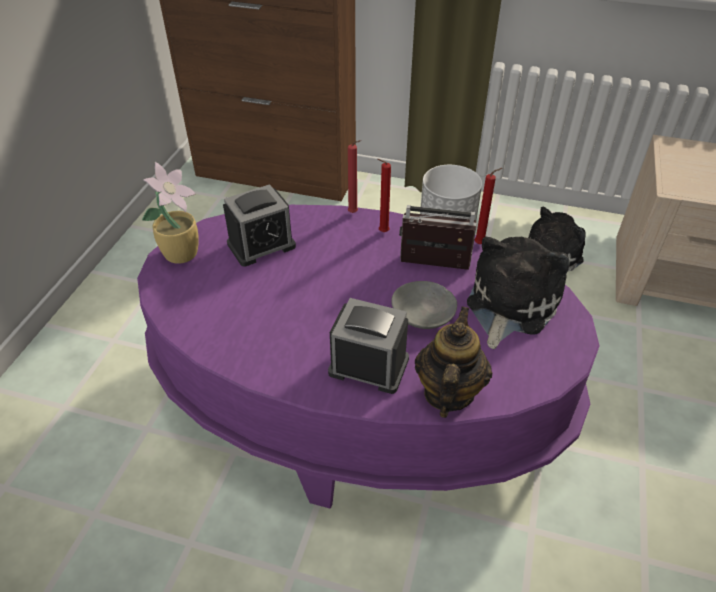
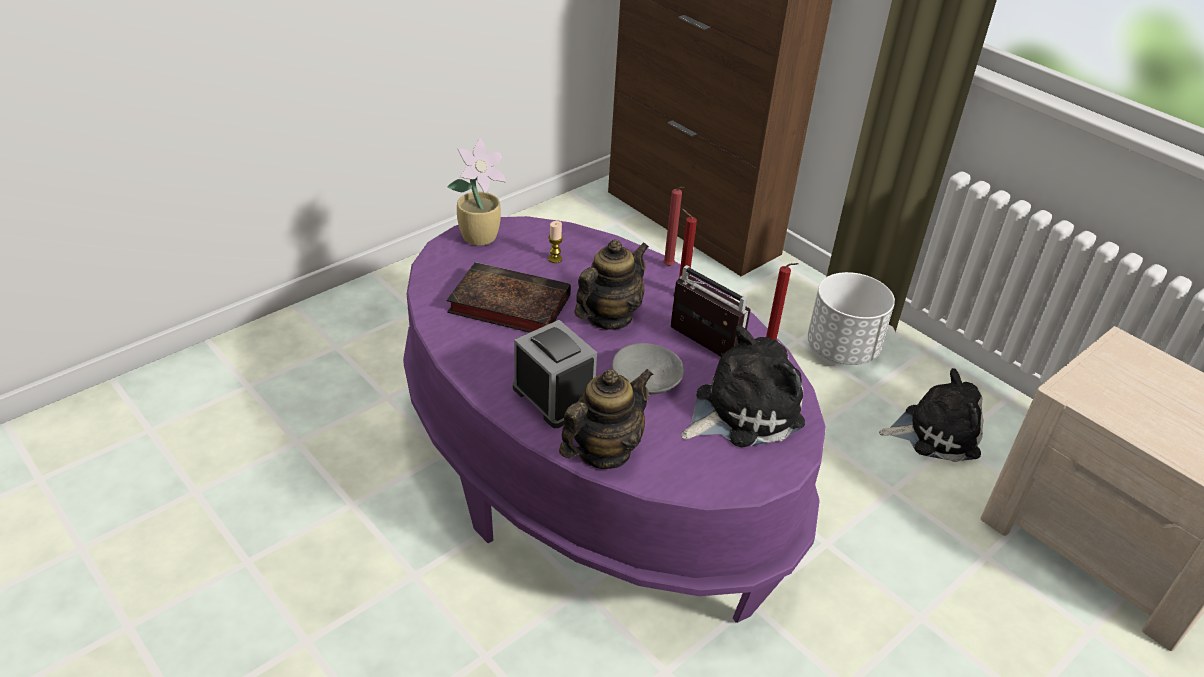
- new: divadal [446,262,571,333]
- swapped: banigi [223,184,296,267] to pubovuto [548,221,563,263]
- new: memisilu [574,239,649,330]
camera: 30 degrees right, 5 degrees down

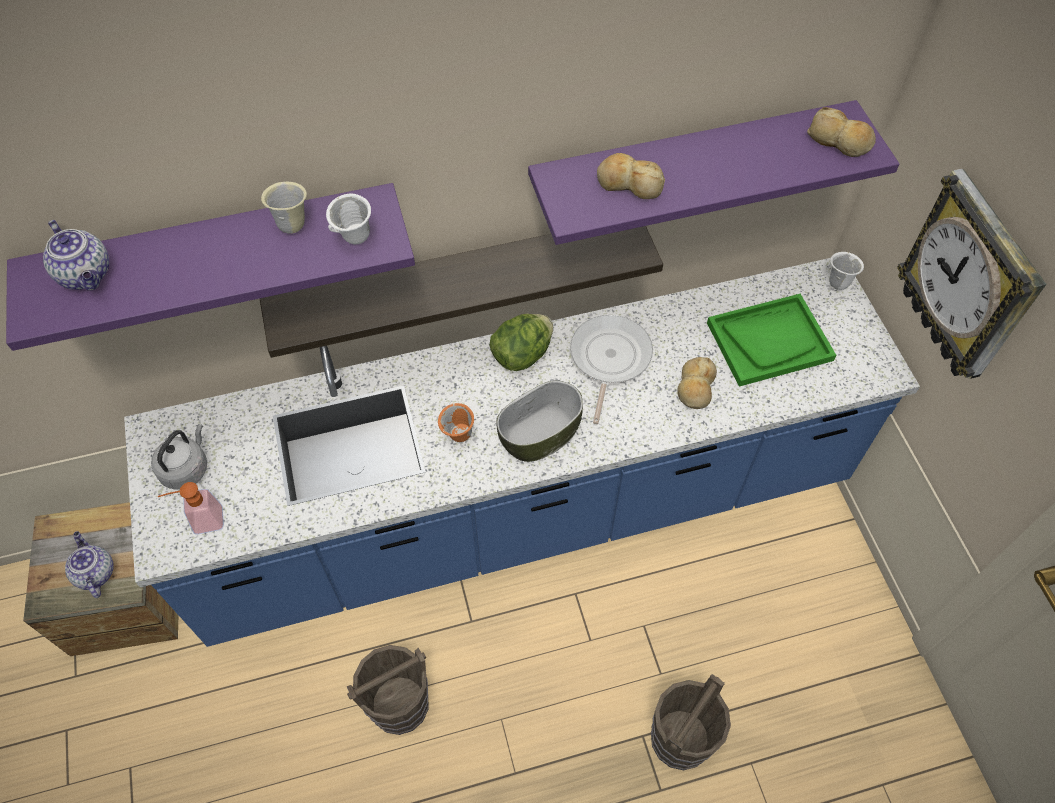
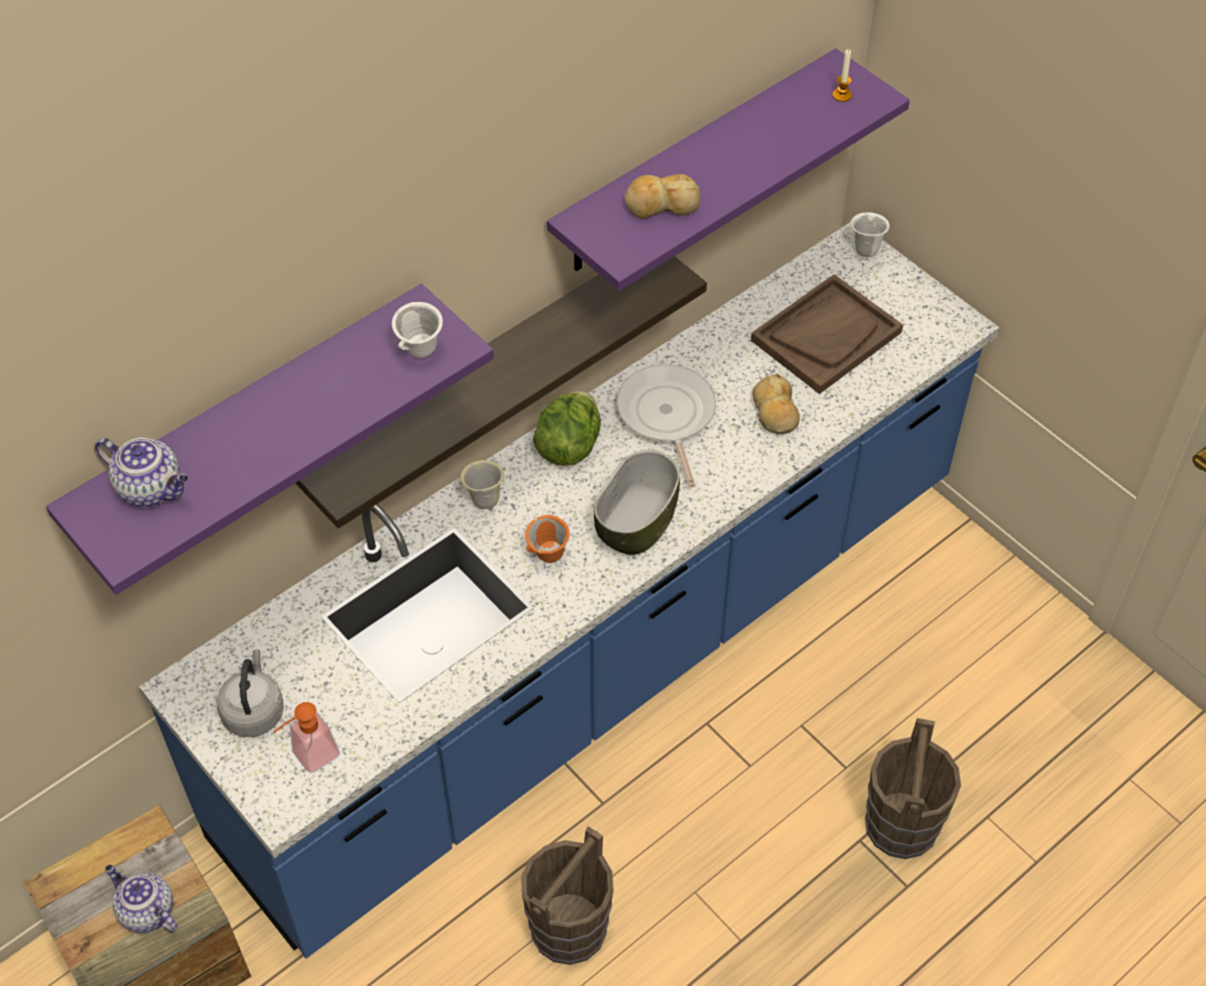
- shifted: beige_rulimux [261,182,307,233] to [461,460,504,509]
- repainted: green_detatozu [707,294,836,387] to brown_detatozu [751,274,903,394]
- swapped: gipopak [807,107,876,157] to pubovuto [833,49,852,102]
- gone: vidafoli [897,169,1047,379]
camera: 25 degrees left, 5 degrees down

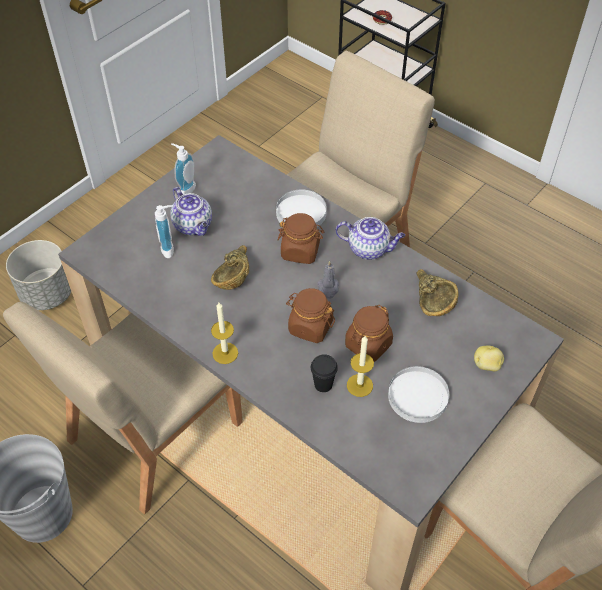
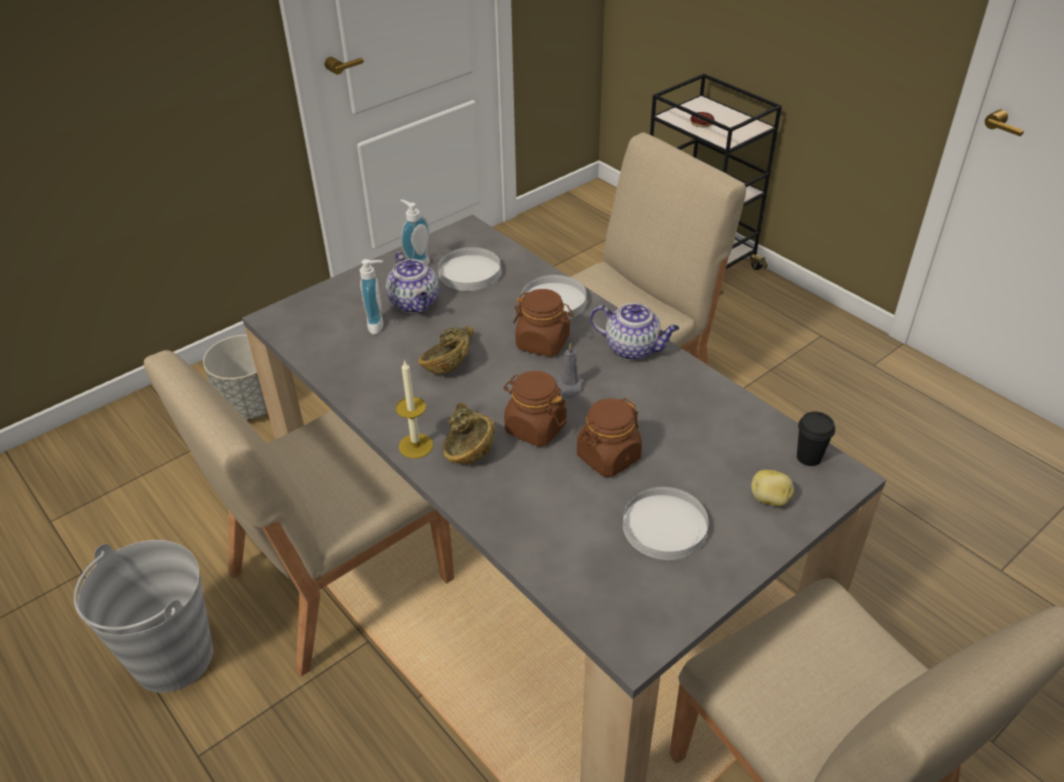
- new: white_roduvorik [438,247,501,291]
- shifted: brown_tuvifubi [416,269,459,316] to [443,403,495,464]
- shifted: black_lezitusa [311,354,338,392] to [797,411,835,466]
- gone: pubovuto [347,336,374,397]
camera: 10 degrees right, 10 degrees down

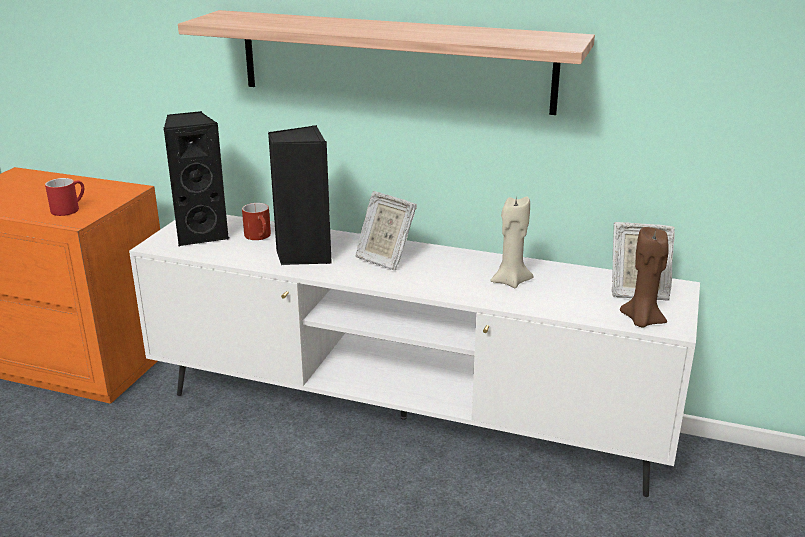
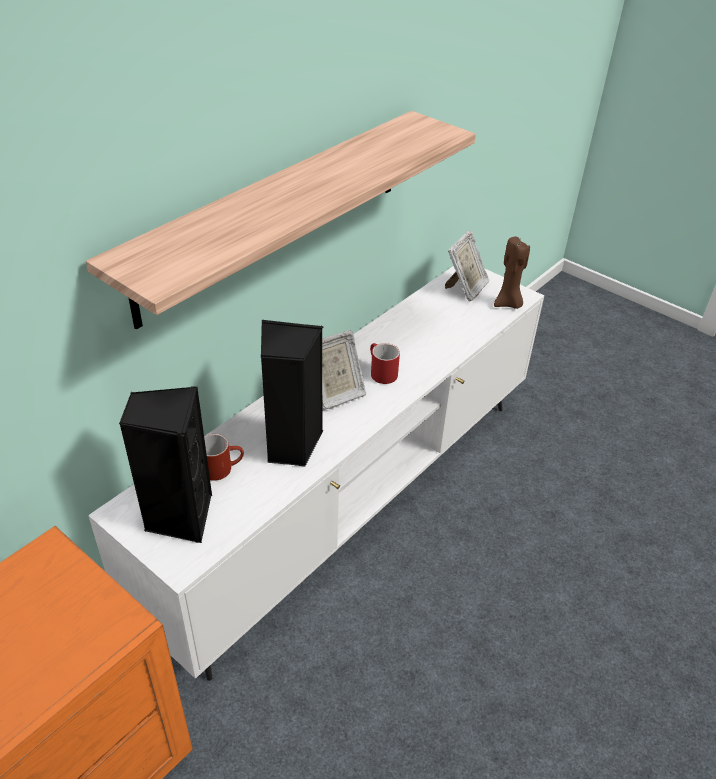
- shifted: red_rulimux [45,178,84,216] to [370,343,400,384]
- gone: beige_pubovuto [490,197,534,288]
camera: 70 degrees left, 15 degrees up

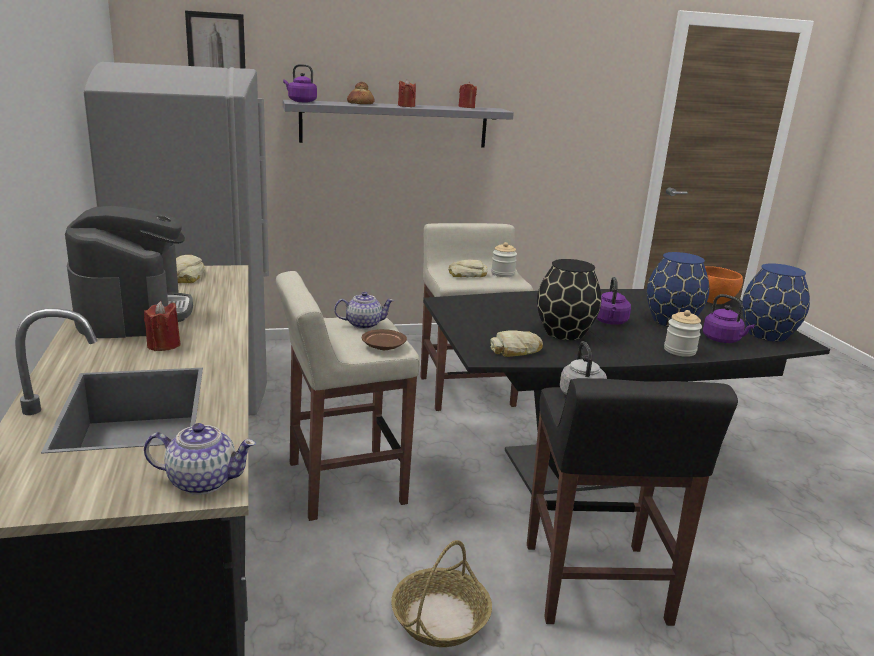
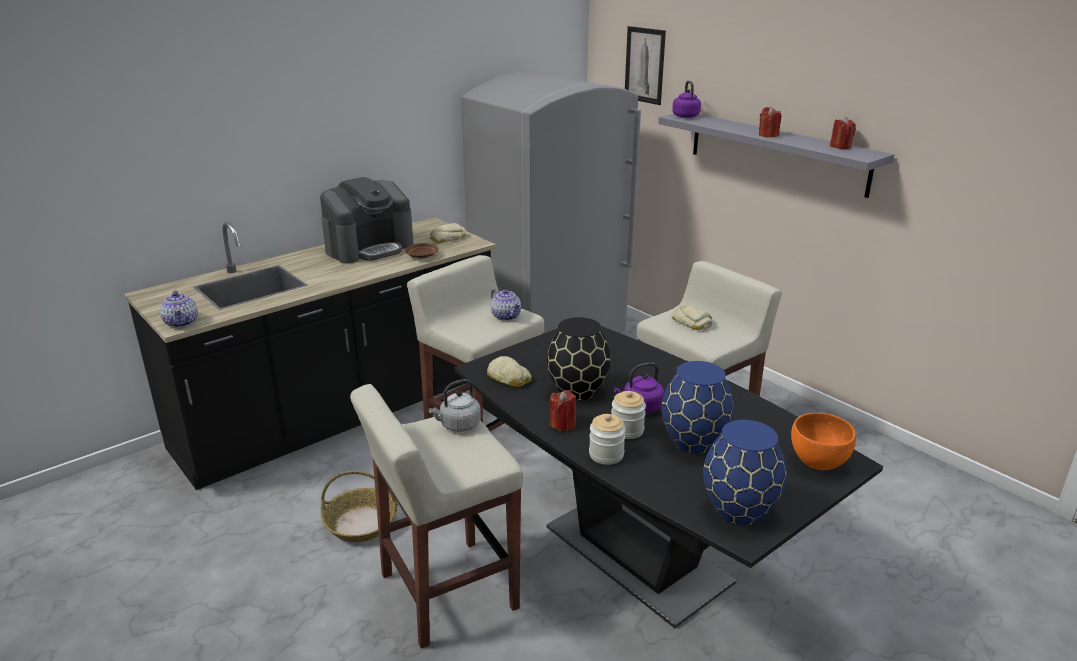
- repainted: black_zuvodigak [527,378,738,626] to beige_zuvodigak [350,384,523,649]
- shifted: brown_roduvorik [362,329,407,350] to [405,243,438,258]
- shifted: red_pubovuto [144,301,180,351] to [549,390,576,431]
- shifted: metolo [491,242,517,277] to [611,391,646,439]
- gone: gipopak [347,82,375,104]
- gone: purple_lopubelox [703,294,755,343]
camera: 65 degrees right, 5 degrees up

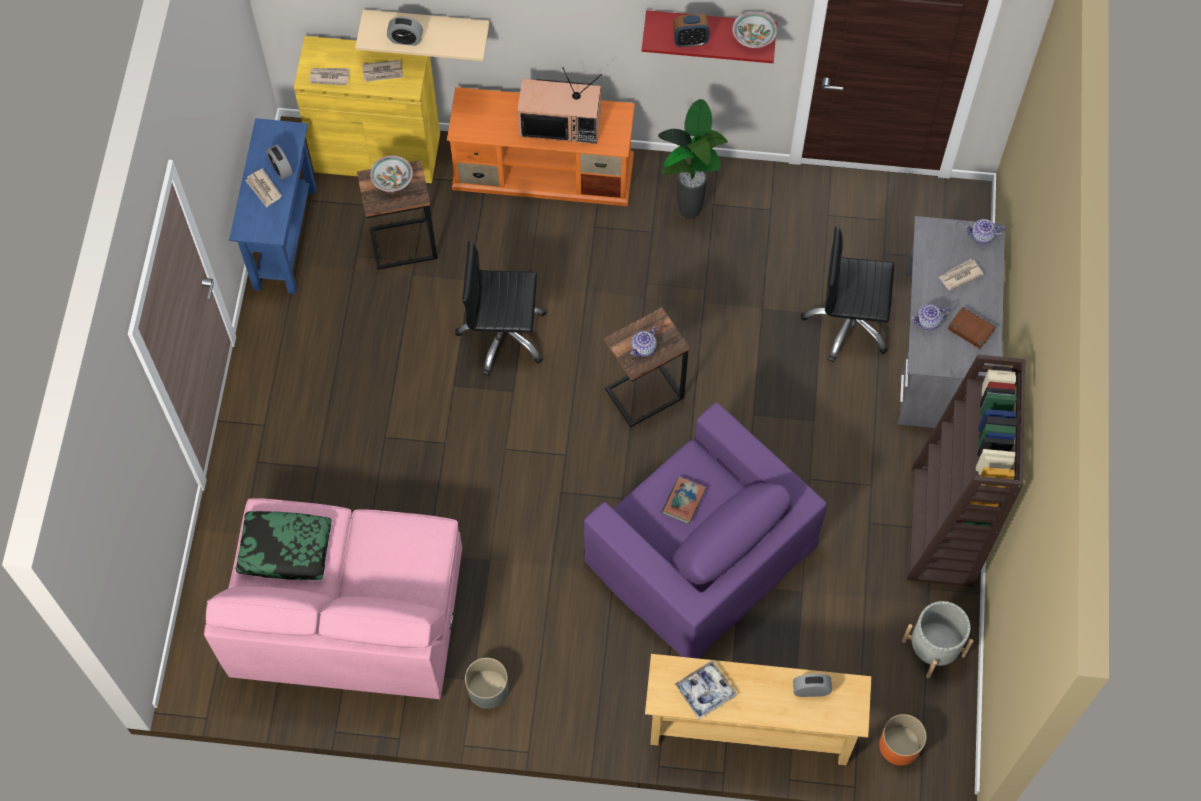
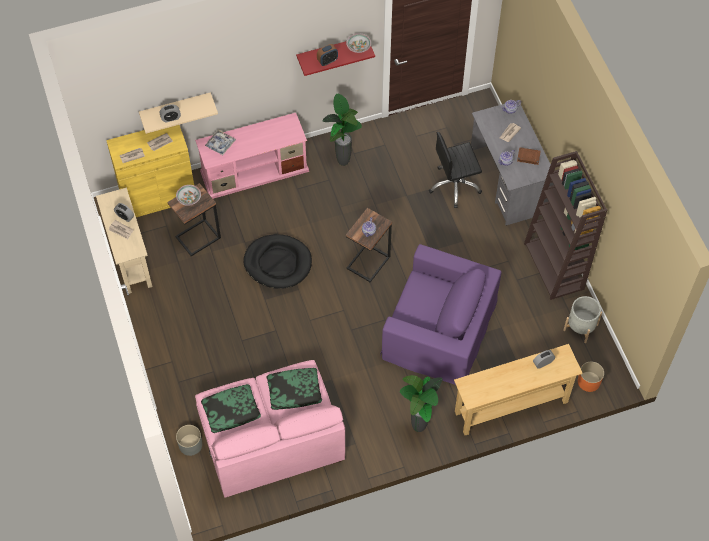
- repainted: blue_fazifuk [229,118,317,294] to beige_fazifuk [96,187,152,294]
- shifted: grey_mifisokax [465,658,508,709] to [176,425,202,456]
- repainted: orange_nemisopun [447,87,635,206] to pink_nemisopun [195,113,309,199]
- shifted: detatozu [675,660,737,720] to [205,130,236,155]
- swapped: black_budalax [455,241,546,376] to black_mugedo [243,234,312,289]
- new: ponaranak [267,368,322,410]
- new: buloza [400,375,443,432]
- gone: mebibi [517,67,602,144]
- gone: divadal [662,476,706,524]
camera: 25 degrees left, 5 degrees down

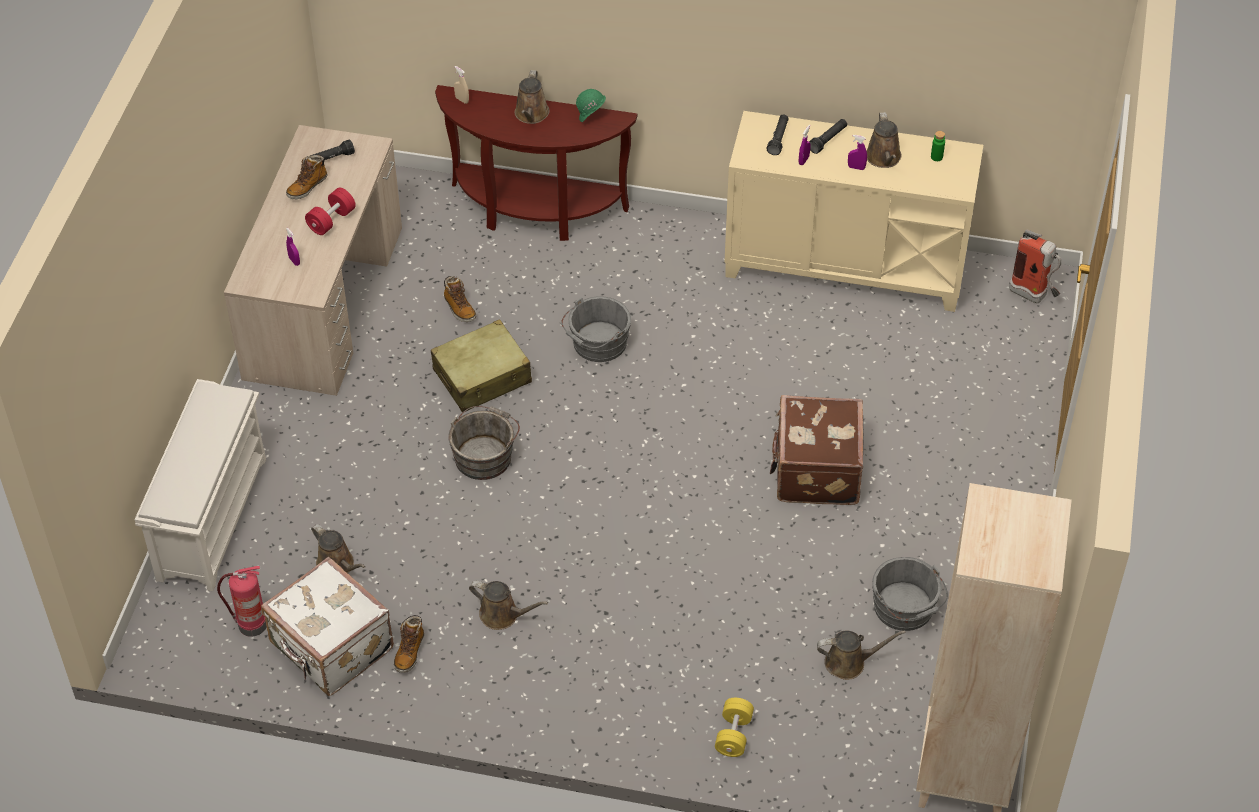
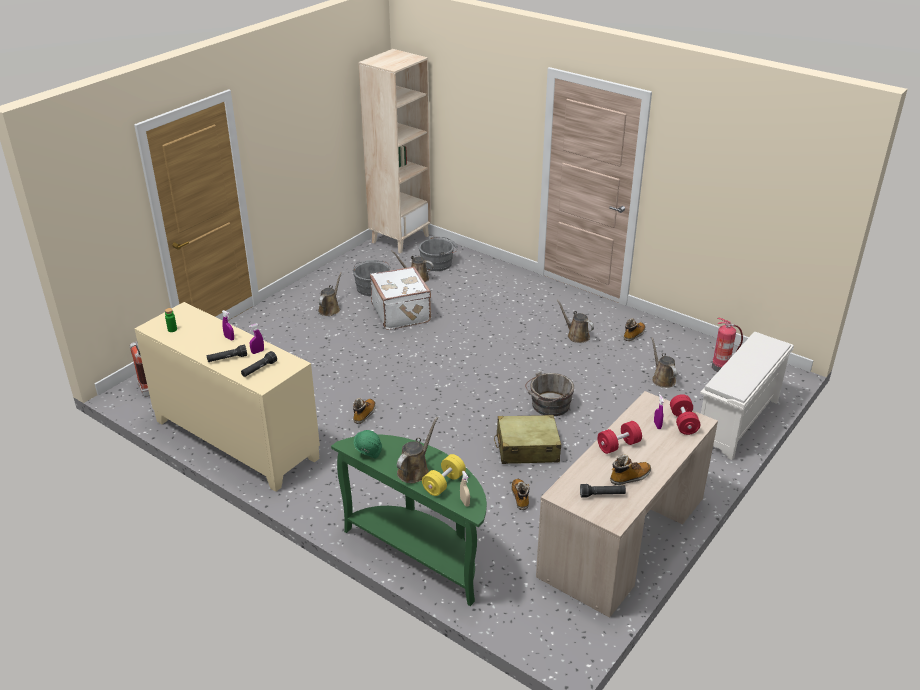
- shifted: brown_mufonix [866,112,902,168] to [318,272,342,316]
- repainted: brown_fazifuk [435,85,637,241] to green_fazifuk [331,434,487,606]
- new: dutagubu [353,398,376,424]
- shifted: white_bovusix [261,556,394,696] to [370,266,431,330]
- shifted: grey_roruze [561,296,631,362] to [419,236,458,271]
- shifted: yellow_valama [715,698,754,757] to [422,454,466,496]
- new: red_valama [670,394,700,435]
- gone: brown_bovusix [770,395,863,505]
camera: 155 degrees left, 15 degrees down

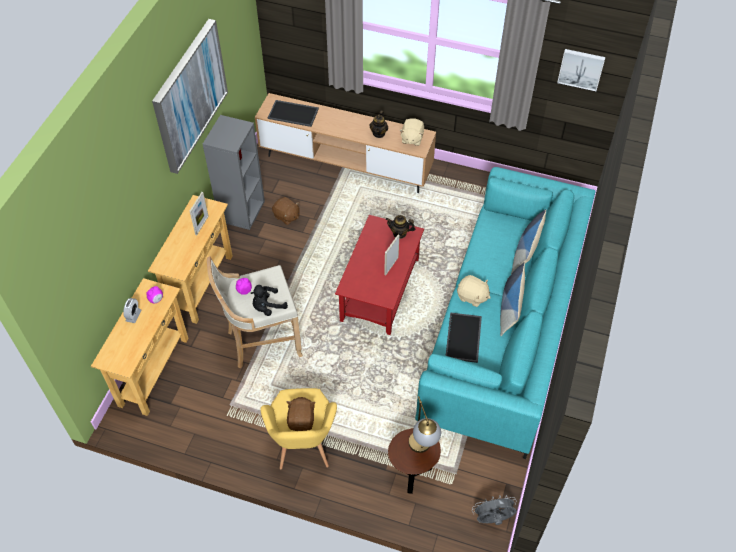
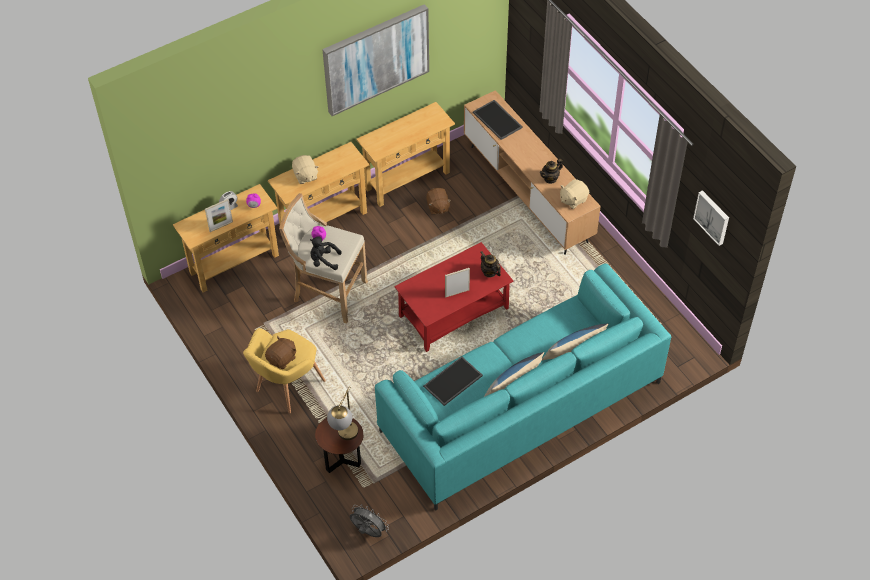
- shifted: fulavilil [190,192,209,235] to [205,199,233,232]
- shifted: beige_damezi [457,275,491,307] to [292,155,319,184]
- swapped: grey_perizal [203,115,265,230] to beige_fazifuk [356,102,455,207]
camera: 40 degrees right, 0 degrees up

